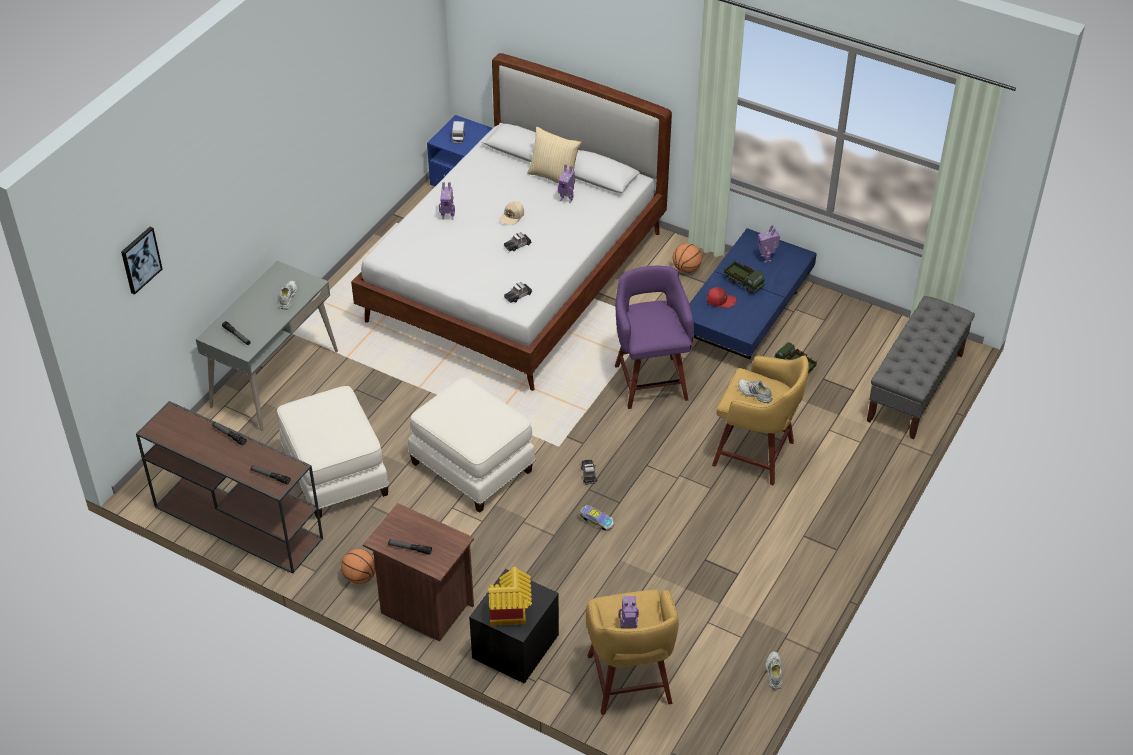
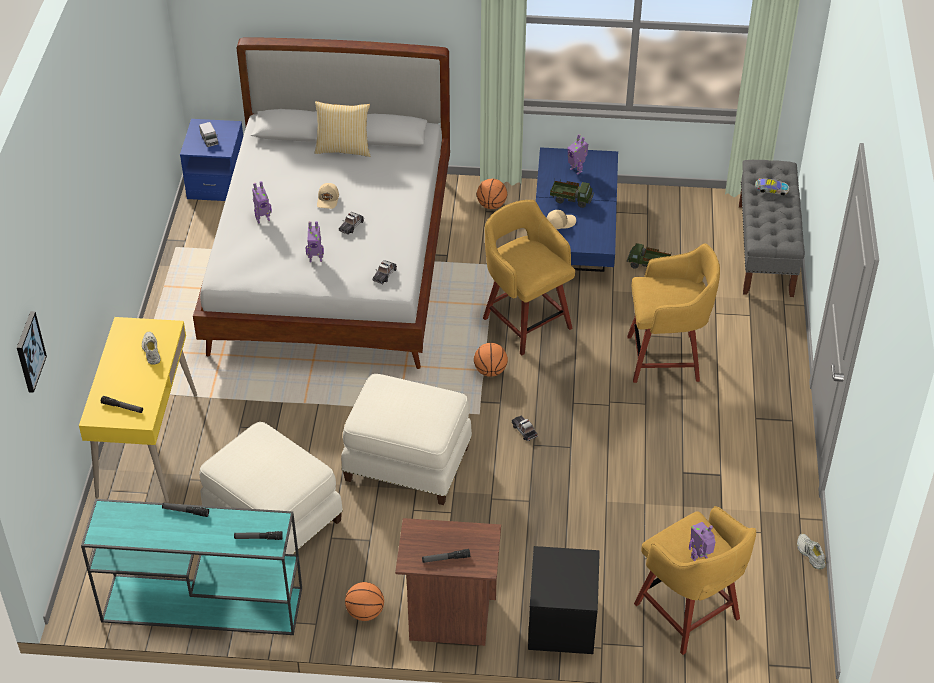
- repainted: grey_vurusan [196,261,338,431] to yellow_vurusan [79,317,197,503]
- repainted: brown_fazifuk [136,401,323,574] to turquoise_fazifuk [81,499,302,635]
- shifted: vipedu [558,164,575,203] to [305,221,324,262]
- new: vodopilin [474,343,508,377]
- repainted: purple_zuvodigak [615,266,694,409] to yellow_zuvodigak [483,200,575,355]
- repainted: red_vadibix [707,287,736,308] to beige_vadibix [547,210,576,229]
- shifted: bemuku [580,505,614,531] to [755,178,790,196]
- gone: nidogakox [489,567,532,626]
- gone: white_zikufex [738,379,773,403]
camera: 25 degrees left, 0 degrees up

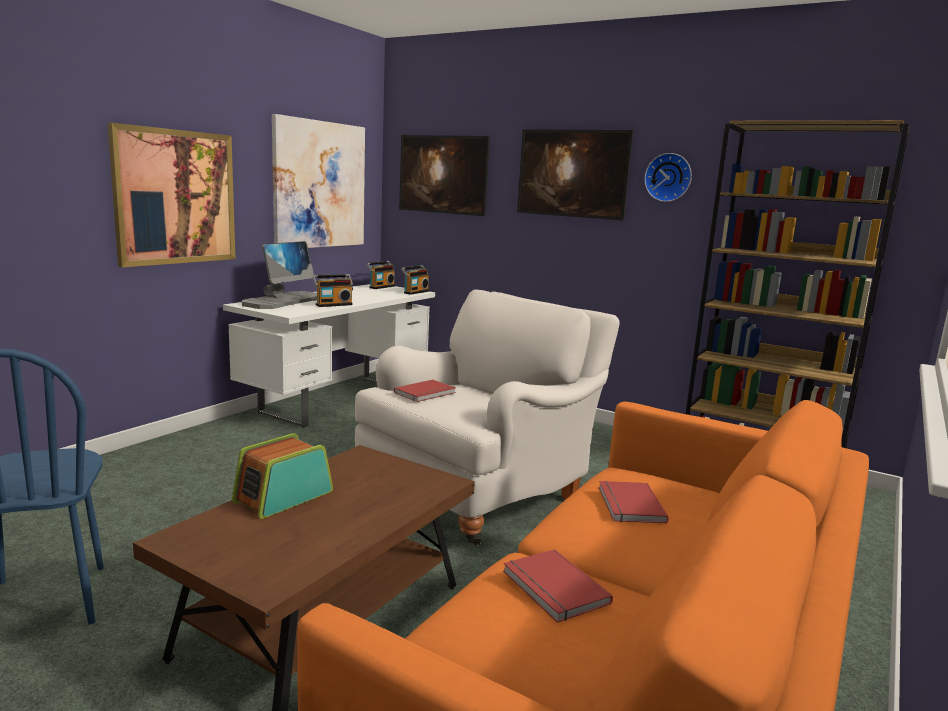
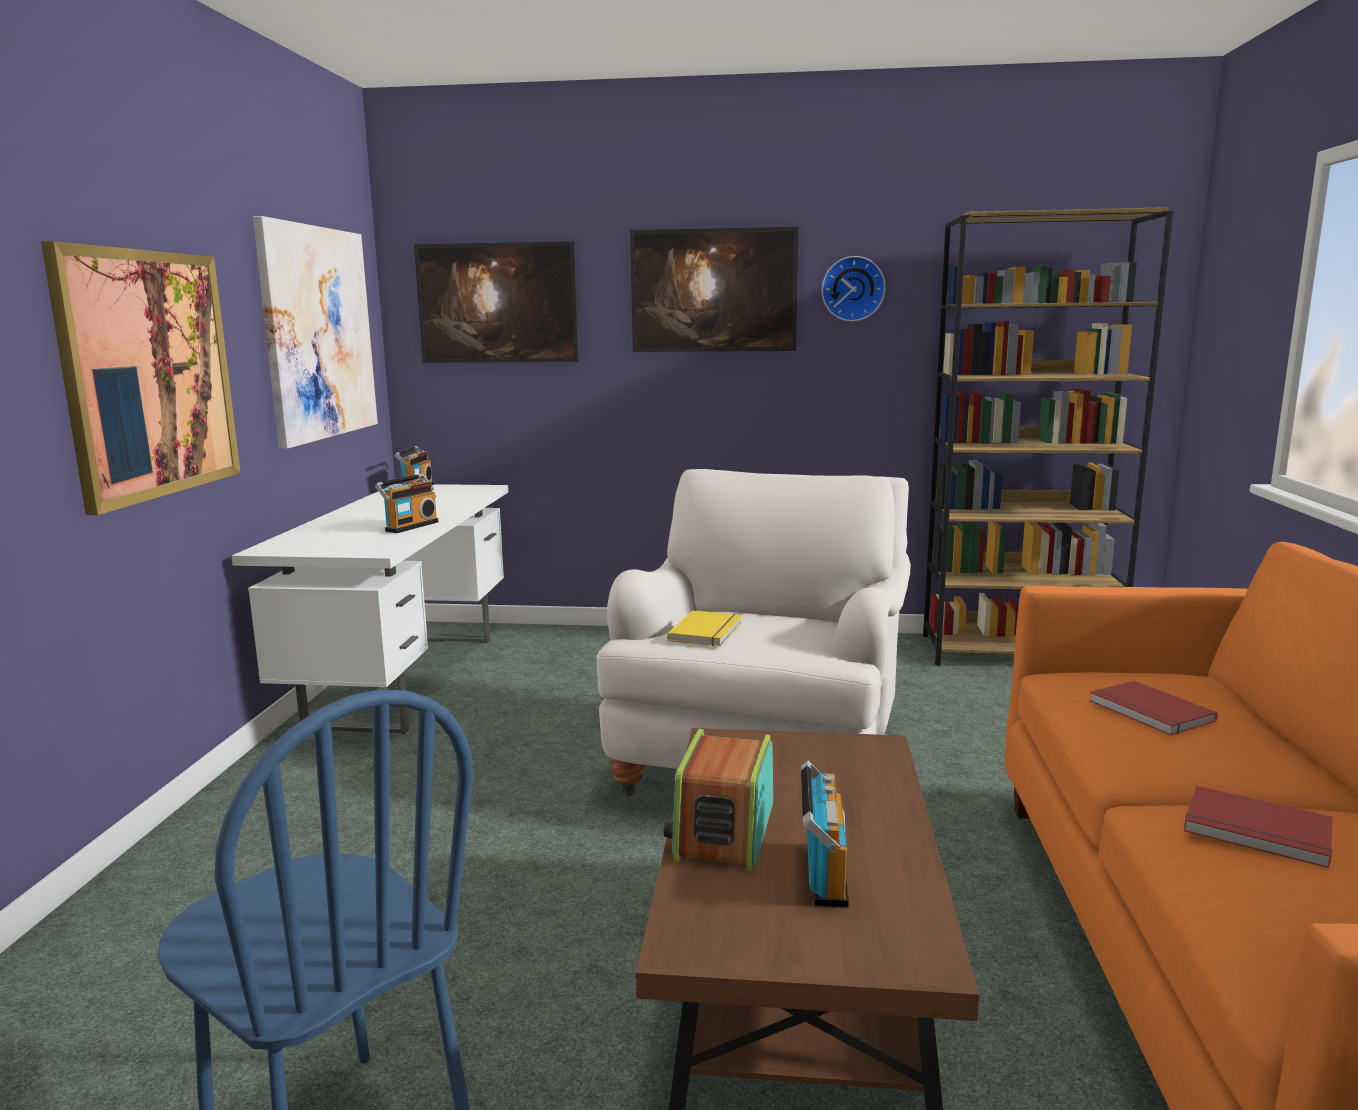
- repainted: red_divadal [394,380,456,402] to yellow_divadal [667,610,742,646]
- shifted: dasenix [401,265,429,295] to [801,760,849,908]
- gone: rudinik [242,241,317,309]
camera: 25 degrees left, 0 degrees up

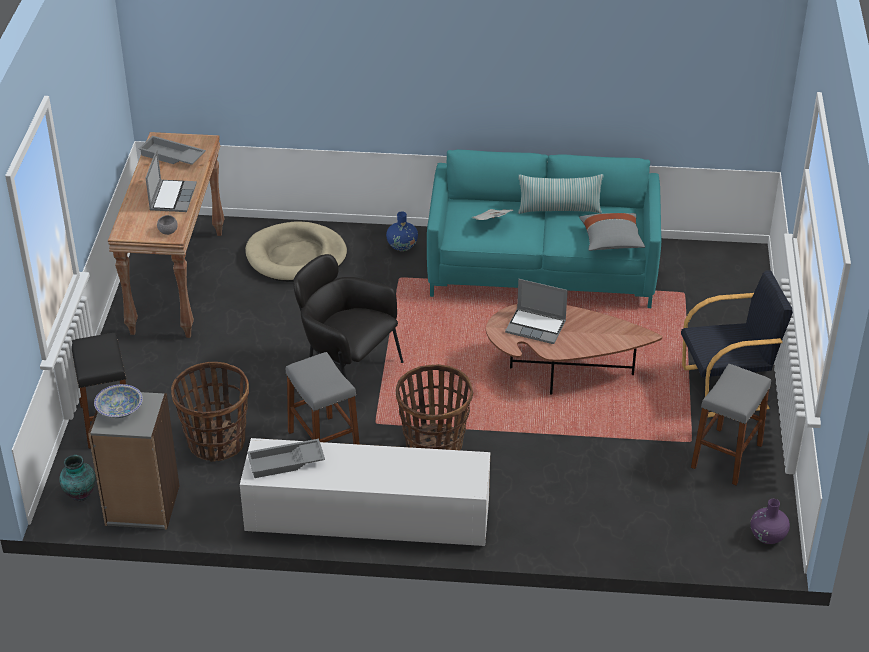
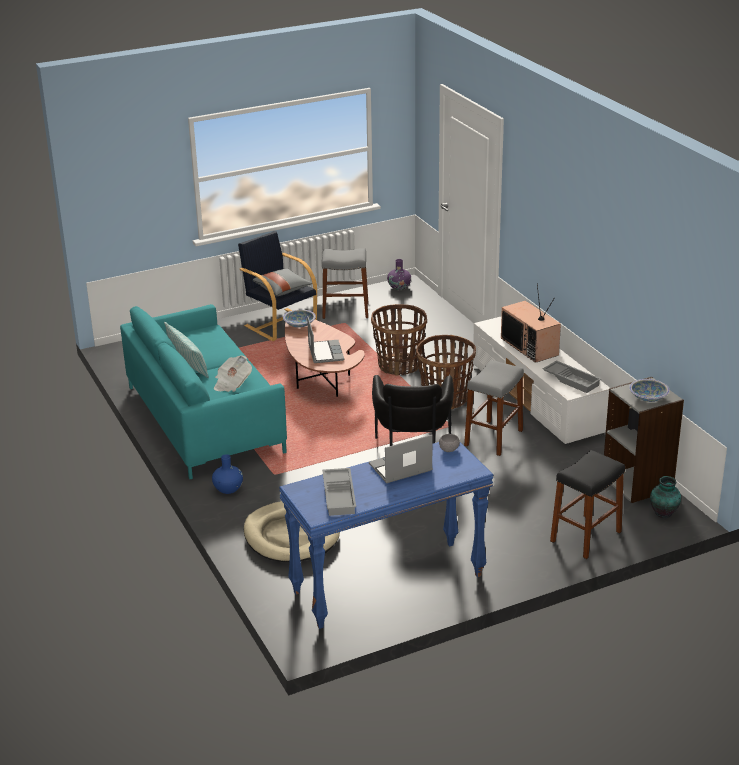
- shifted: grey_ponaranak [579,213,645,251] to [253,268,312,296]
- repainted: brown_fazifuk [108,132,225,338] to blue_fazifuk [279,442,493,629]
- new: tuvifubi [283,309,316,328]
- shifted: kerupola [171,362,249,462] to [371,304,427,376]
- new: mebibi [501,283,561,363]
camera: 120 degrees left, 10 degrees down

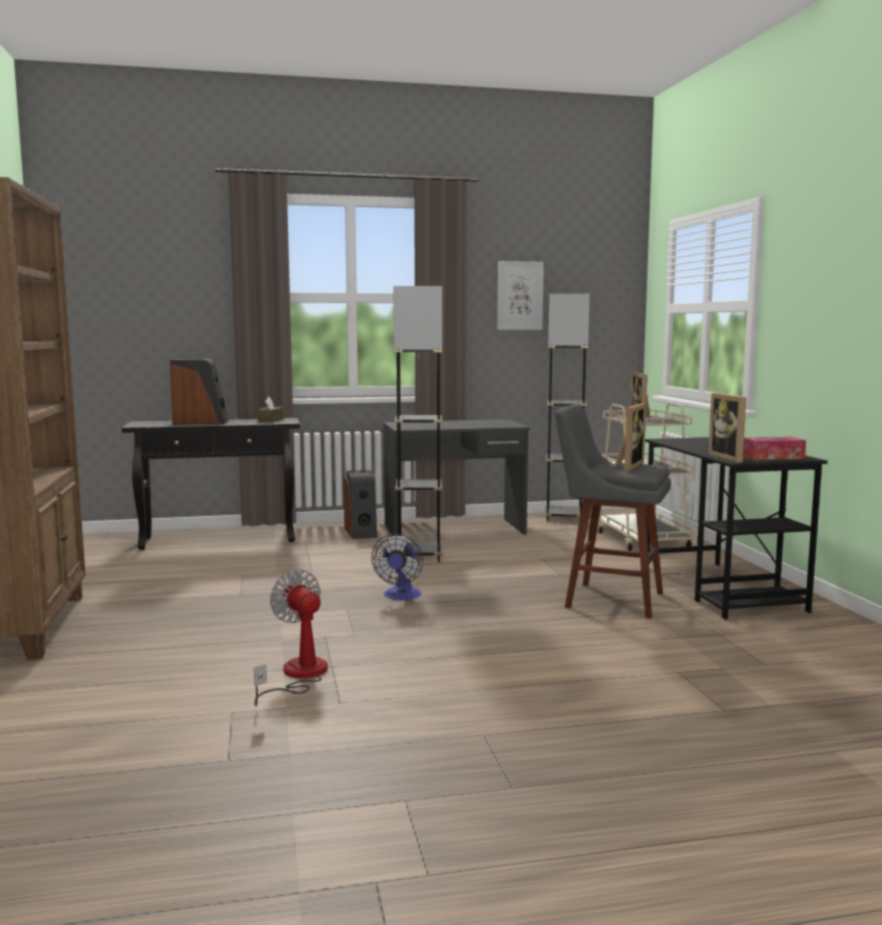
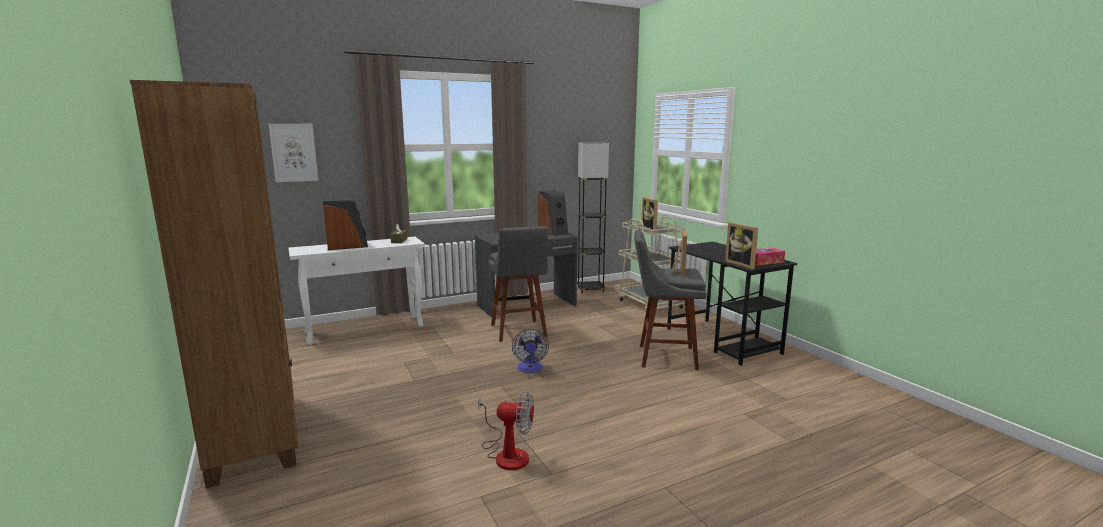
- shifted: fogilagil [497,261,544,330] to [268,124,318,182]
- repainted: black_fazifuk [122,418,300,550] to white_fazifuk [288,237,425,345]
- rotated: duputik [254,569,328,706] = [478,391,534,470] 150 degrees clockwise
- swapped: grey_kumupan [394,286,443,562] to grey_zuvodigak [489,226,549,342]
- shifted: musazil [344,470,377,539] to [538,190,568,236]
camera: 15 degrees left, 5 degrees up

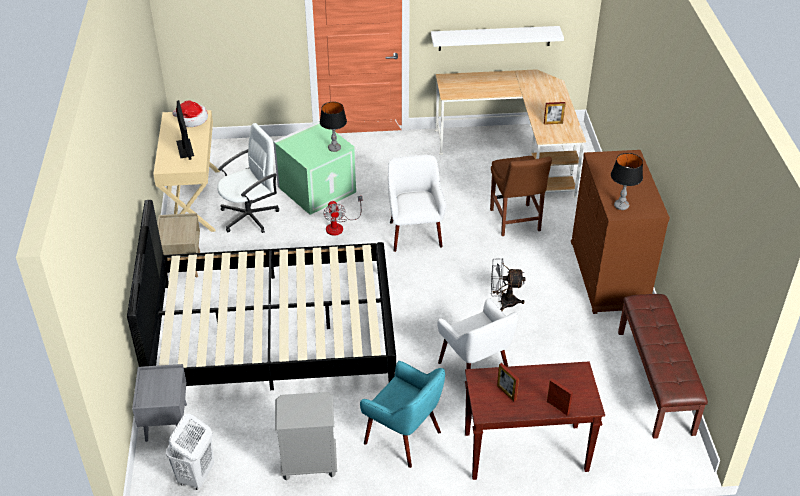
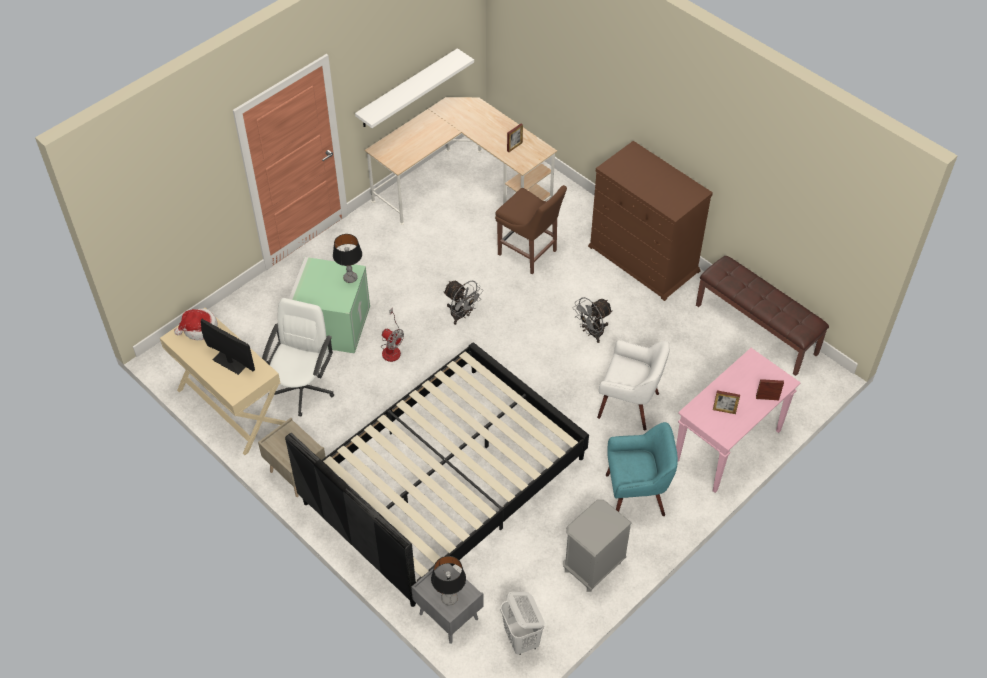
- shifted: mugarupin [611,153,643,210] to [431,556,466,605]
- swapped: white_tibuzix [388,155,446,252] to grey_duputik [443,281,483,325]
- repainted: brown_fazifuk [465,361,605,480] to pink_fazifuk [676,348,801,493]
camera: 40 degrees left, 10 degrees up

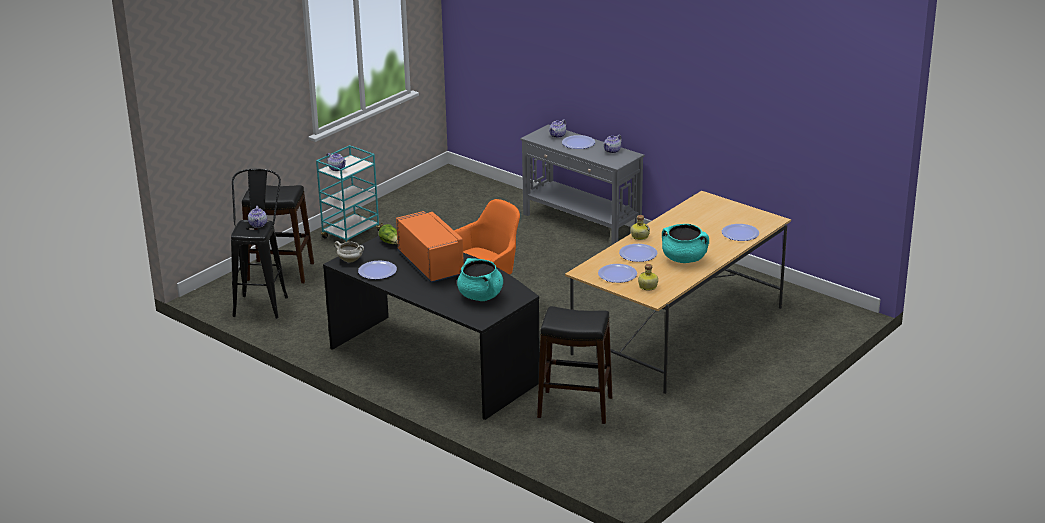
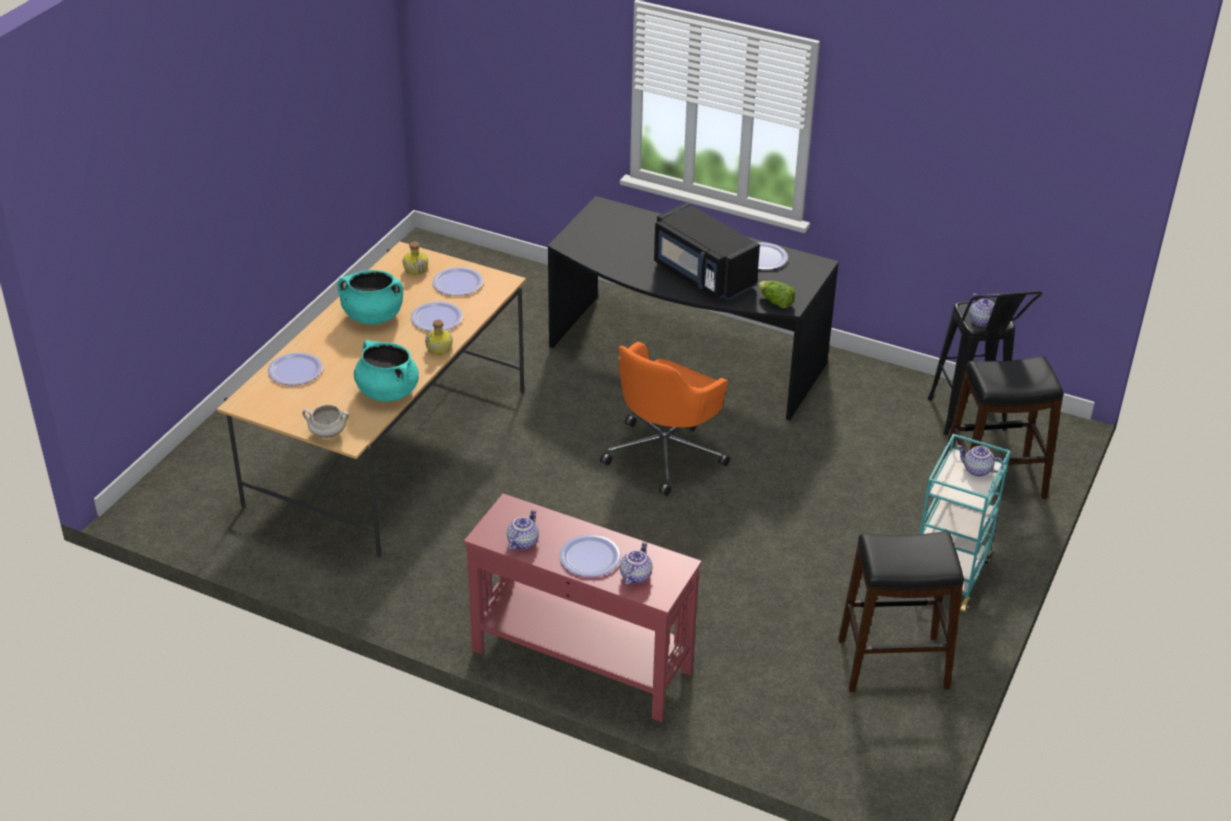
- shifted: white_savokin [334,241,364,263] to [302,405,349,438]
- shifted: turquoise_savokin [457,258,503,301] to [354,340,419,402]
- repainted: grey_fazifuk [521,124,644,245] to red_fazifuk [464,494,702,722]
- repainted: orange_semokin [396,211,464,283] to black_semokin [654,202,760,300]
- shifted: black_zuvodigak [537,306,613,424] to [838,532,964,692]
camera: 165 degrees right, 10 degrees up

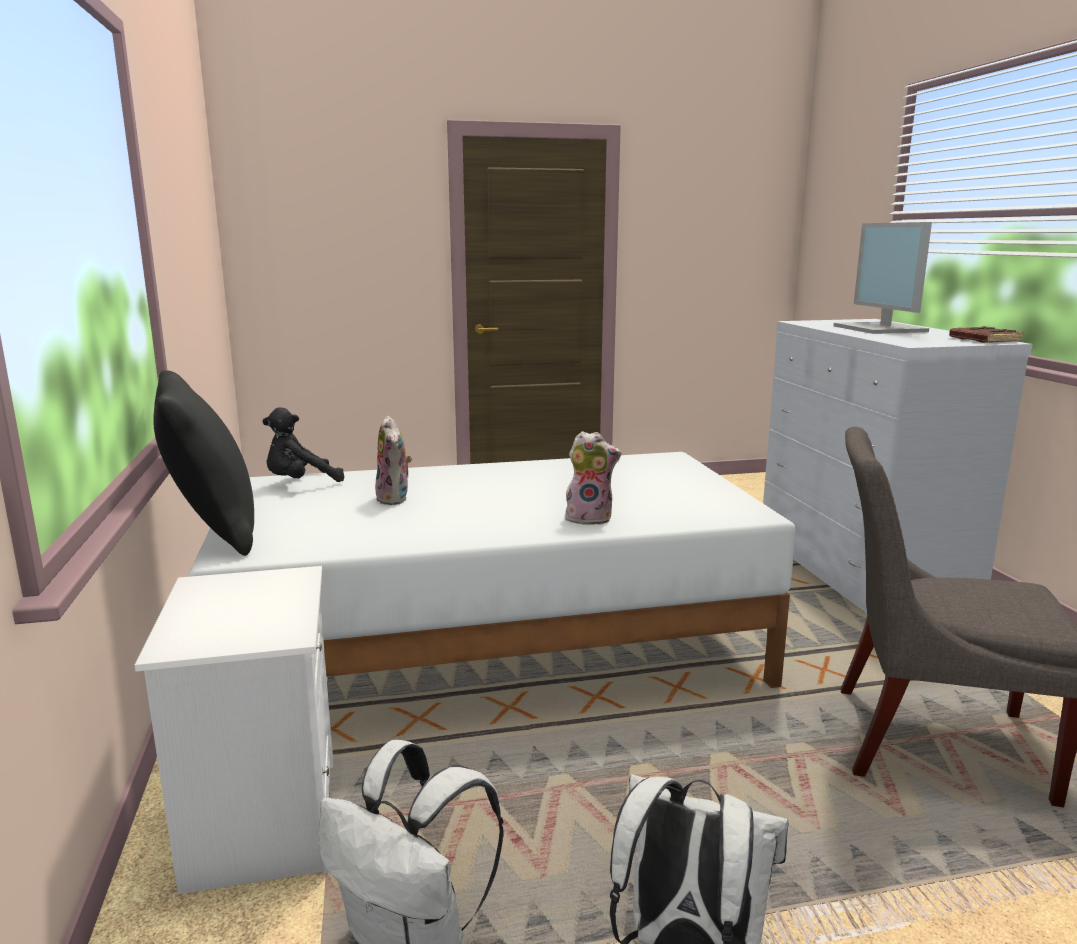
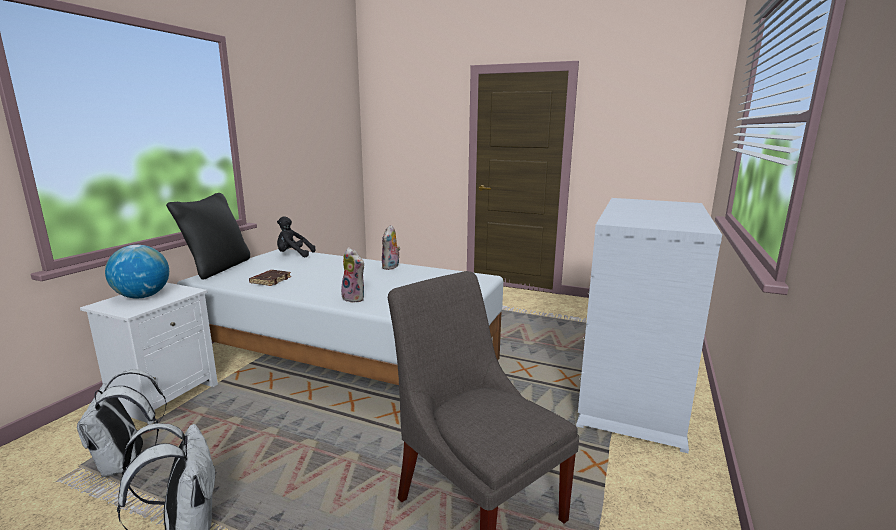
- new: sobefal [105,245,169,298]
- shifted: brown_divadal [949,326,1023,343] to [249,270,291,286]
- shifted: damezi [375,416,412,505] to [382,225,401,270]
- gone: rudinik [834,222,932,334]
camera: 35 degrees right, 0 degrees up

